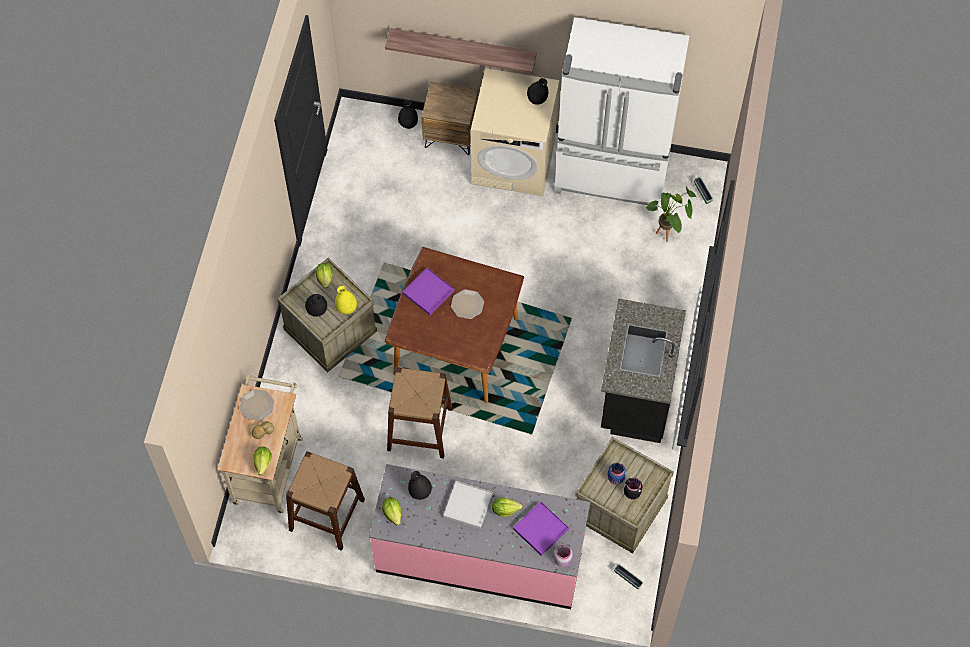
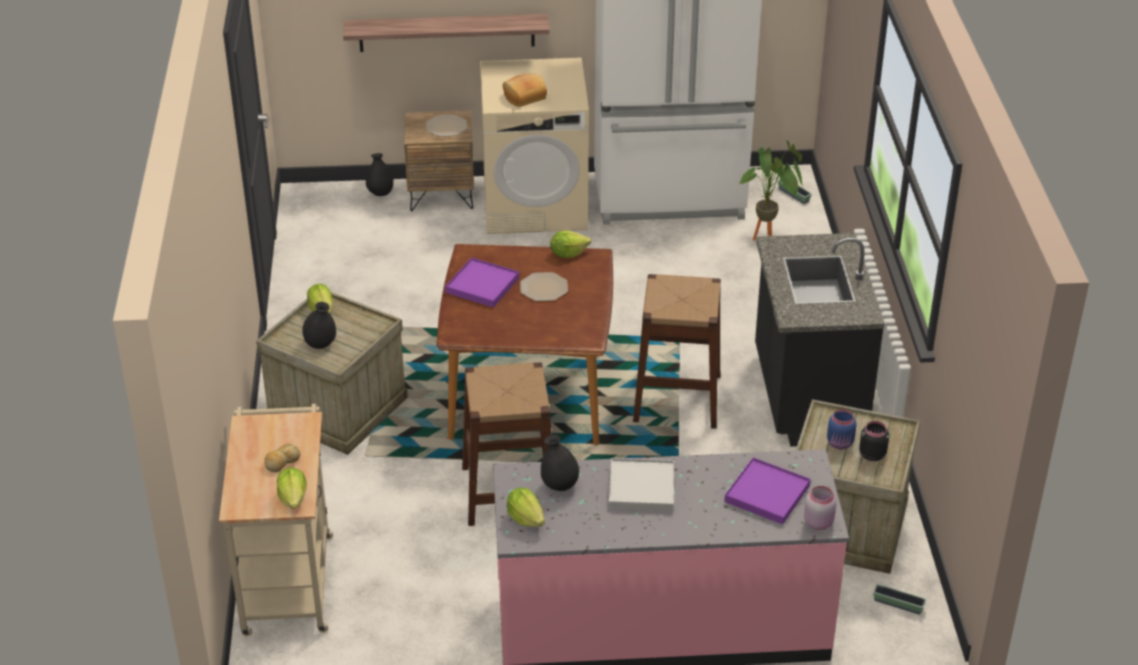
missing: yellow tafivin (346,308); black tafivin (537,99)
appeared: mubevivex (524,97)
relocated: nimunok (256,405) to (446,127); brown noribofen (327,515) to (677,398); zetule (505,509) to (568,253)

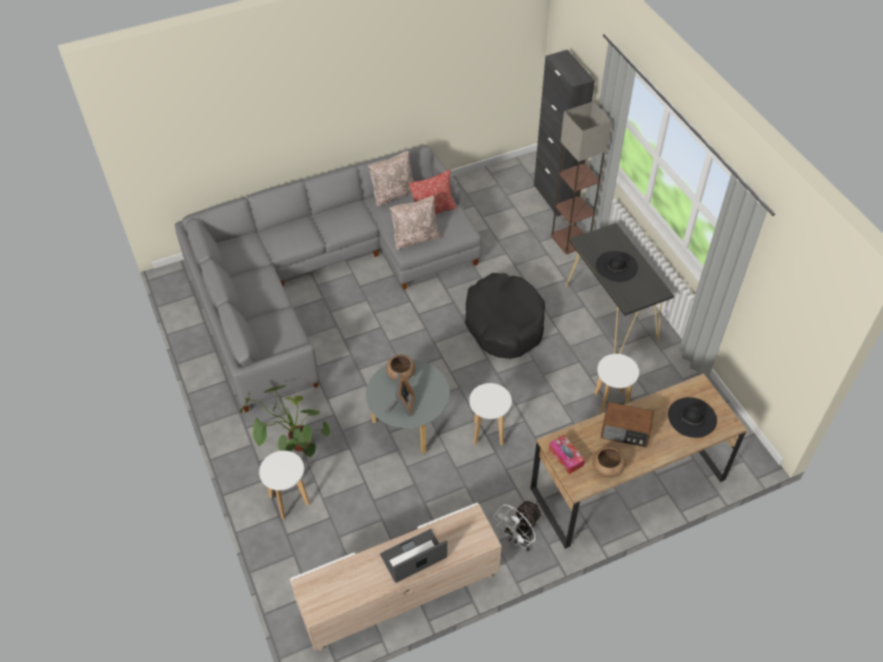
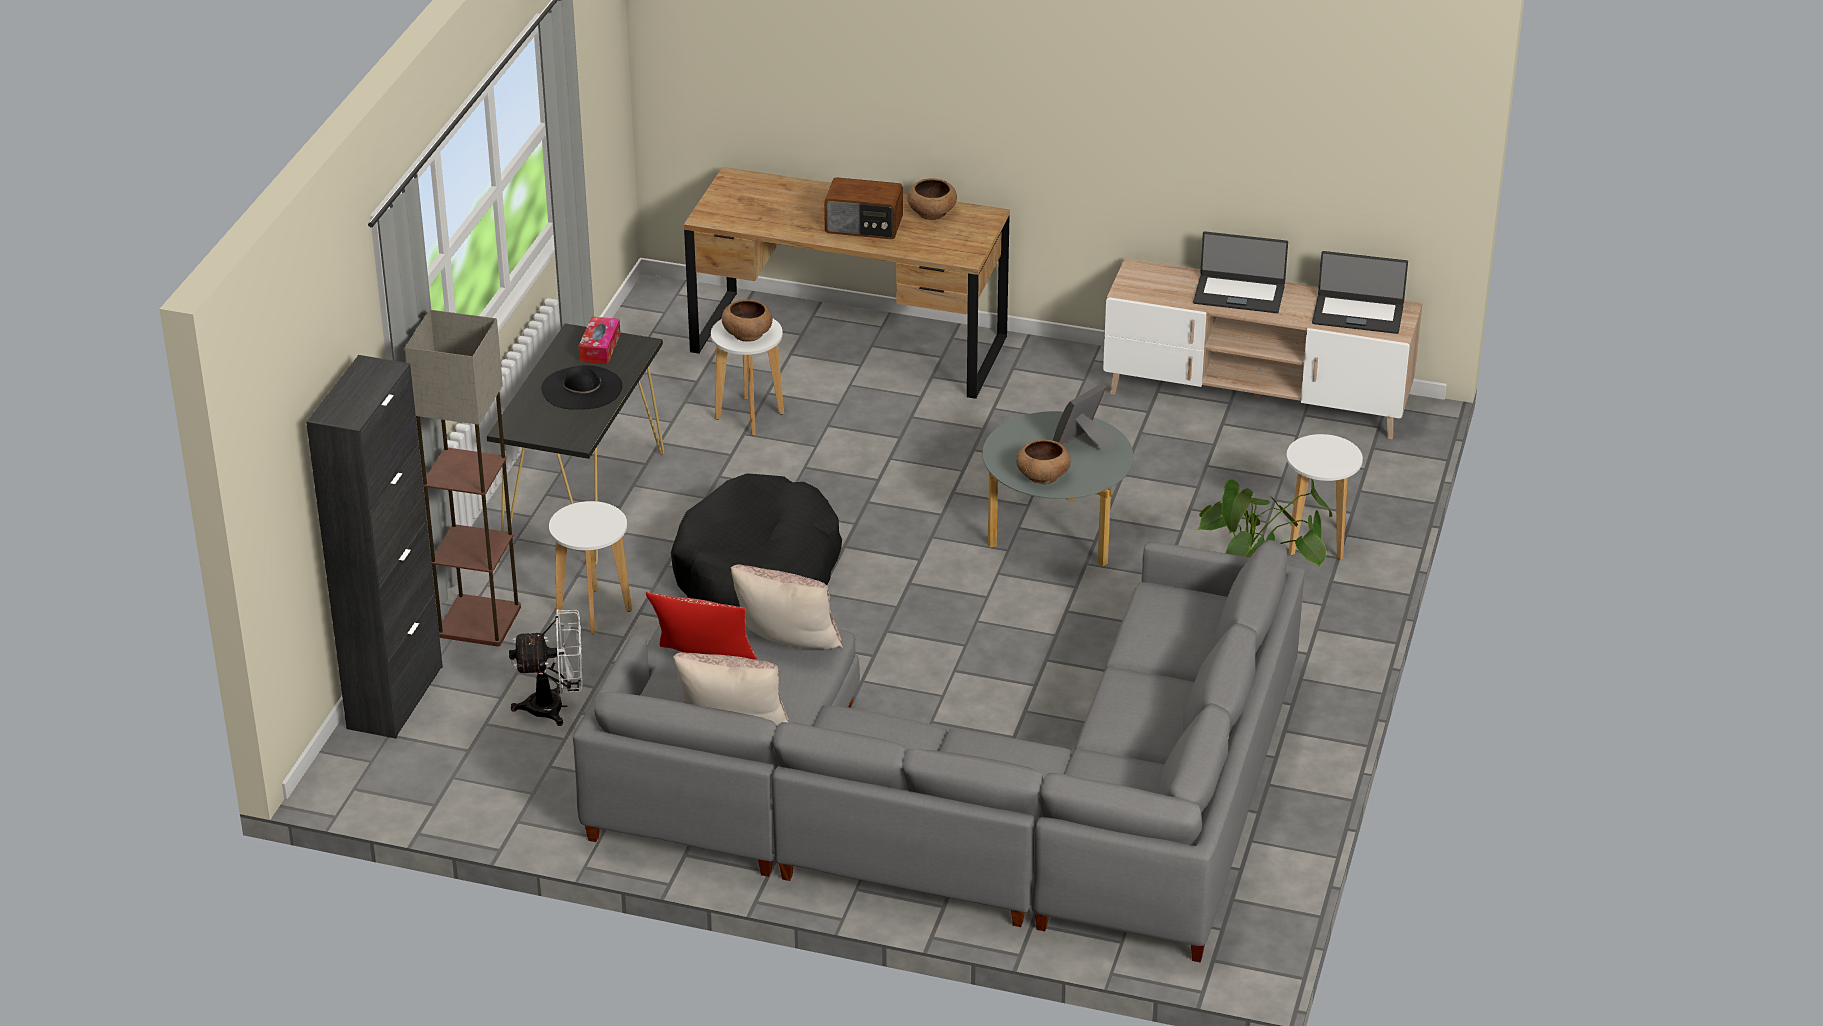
missing: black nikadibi (692,417)
appeared: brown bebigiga (747,333); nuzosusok (1358,314)
relocated: white noribofen (488,433) to (593,611); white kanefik (518,539) to (555,707); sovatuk (566,457) to (600,348)
spun: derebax (625,432) = (864,226) 135 degrees clockwise

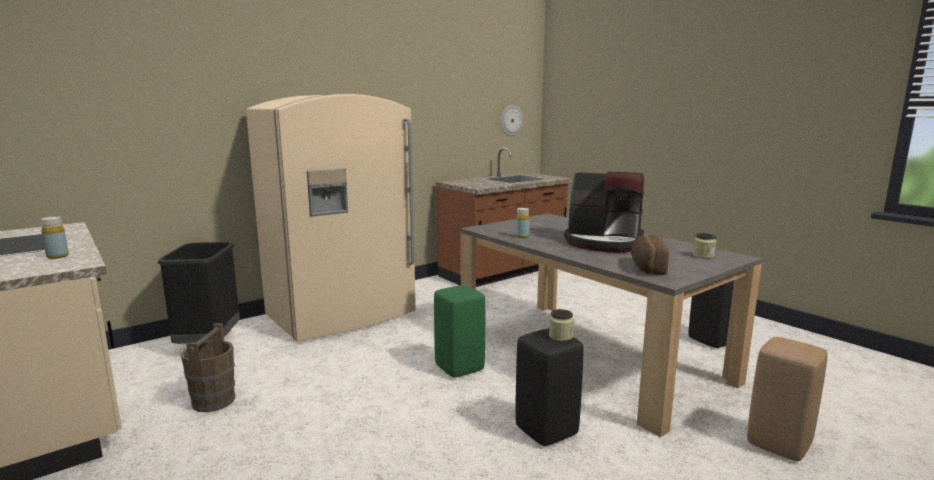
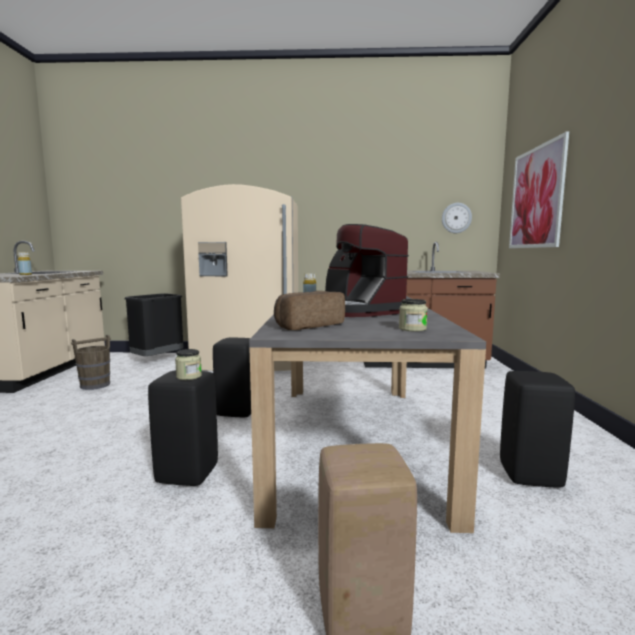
appeared: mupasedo (536,197)
colour: green noribofen (458,368) to black noribofen (237,411)

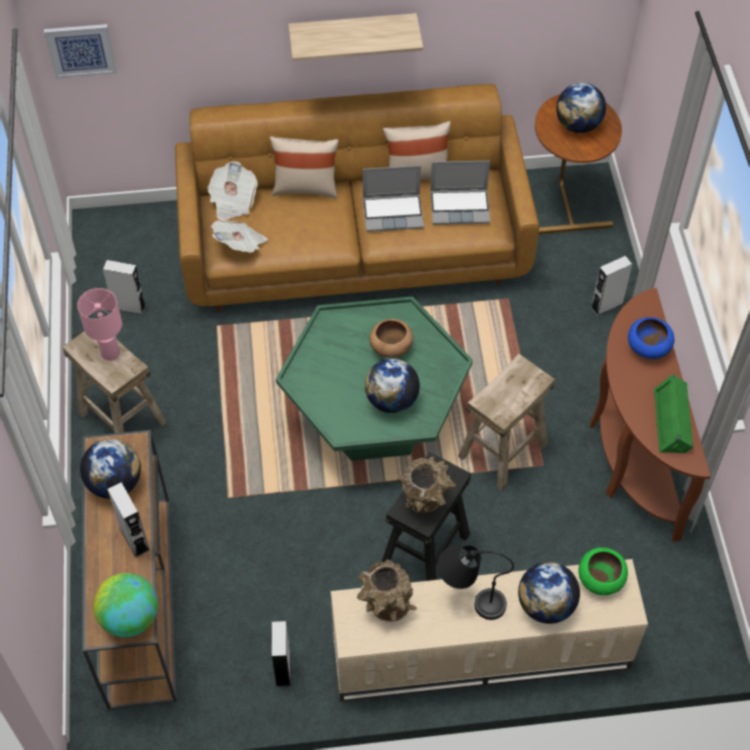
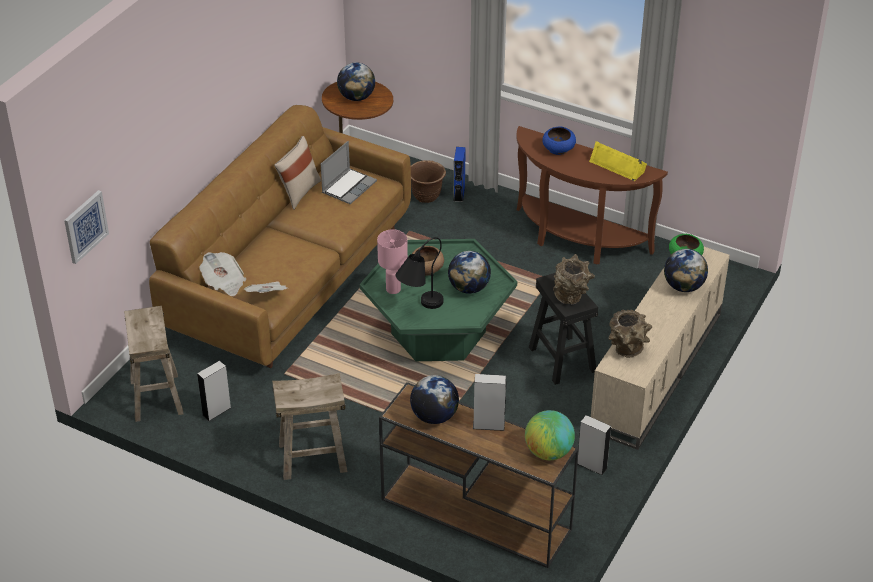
missing: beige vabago (305,187); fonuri (352,33); nuzosusok (393,213)
appeared: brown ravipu (426,196)
relocated: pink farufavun (110,353) to (393,289); black farufavun (469,598) to (419,307); beige noribofen (502,449) to (156,396)
colour: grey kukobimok (606,305) to blue kukobimok (459,194); green kukobimok (673,420) to yellow kukobimok (618,165)

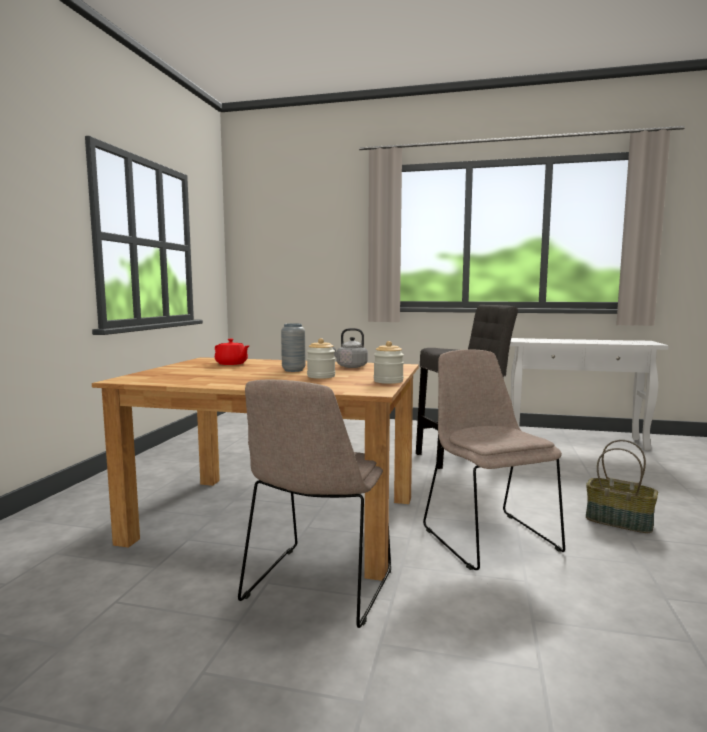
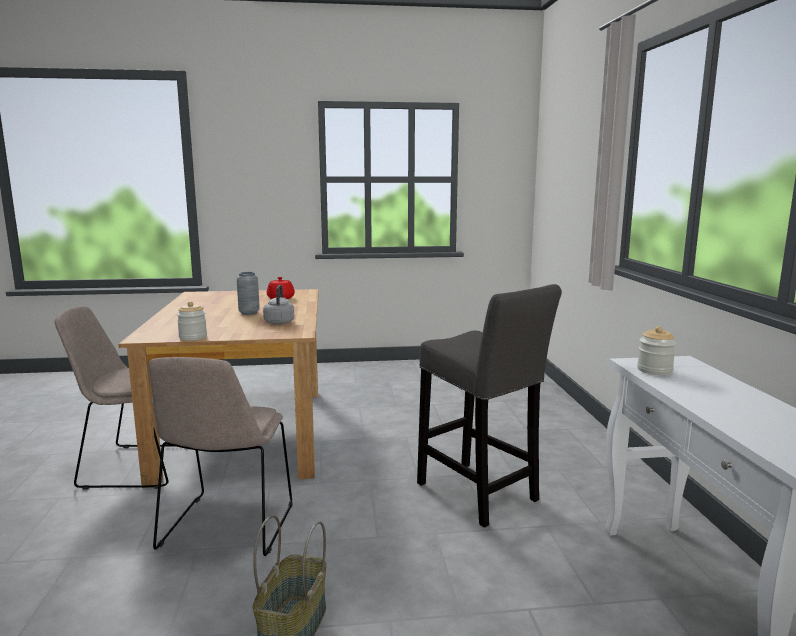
relocated: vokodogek (321,376) to (654,370)
spun: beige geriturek (487,537) = (227,528) 135 degrees clockwise

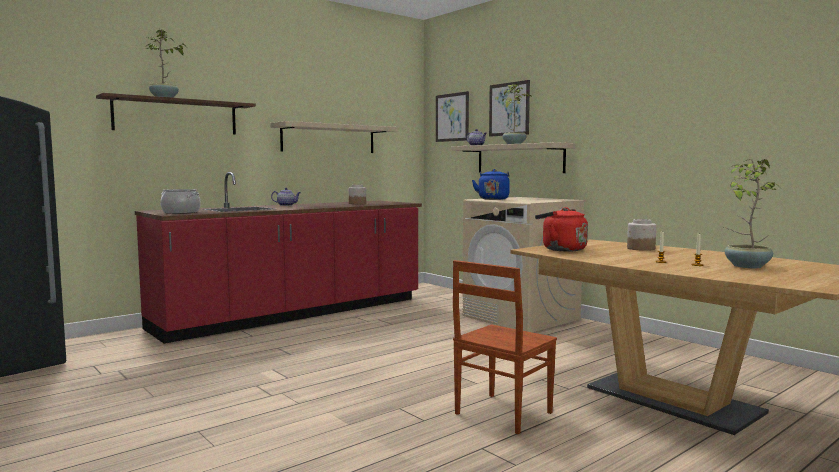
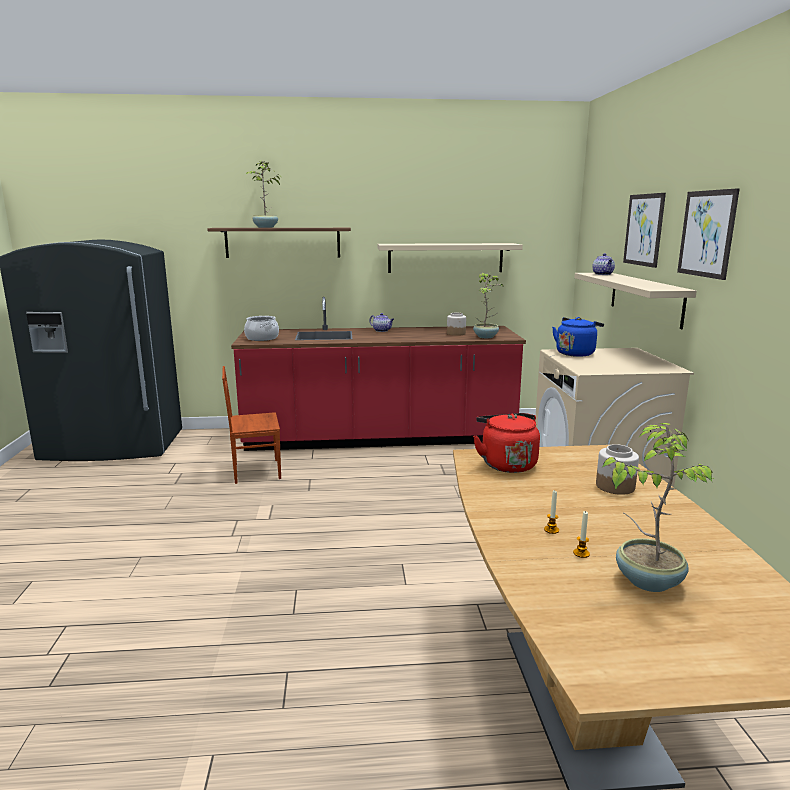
relocated: mupasedo (452,117) to (706,233); brown geriturek (501,413) to (255,471); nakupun (514,144) to (486,337)

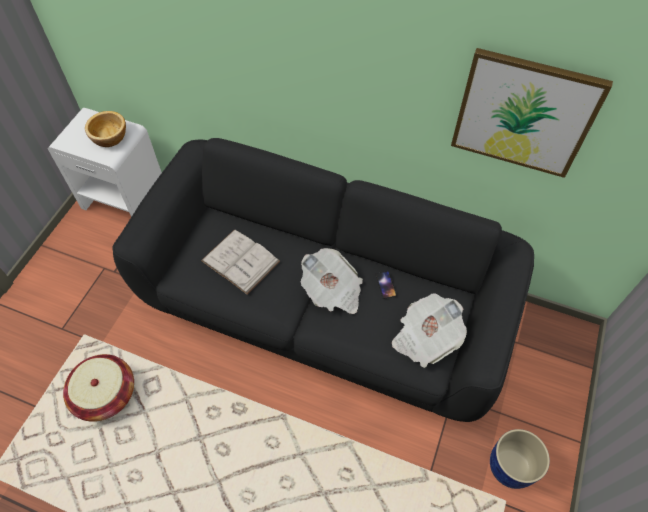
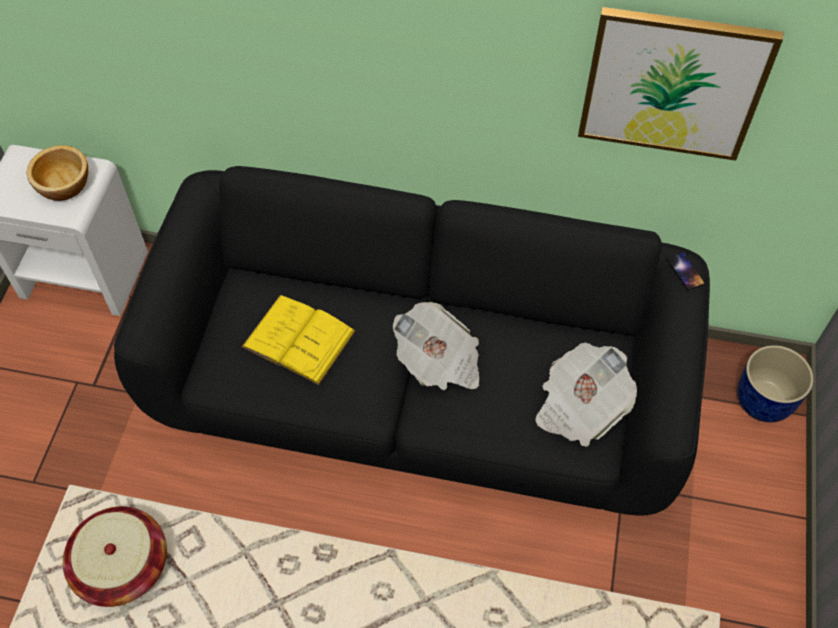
relocated: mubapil (385,285) to (685,271); blue ravipu (511,467) to (764,401)
colour: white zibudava (240,261) to yellow zibudava (298,339)

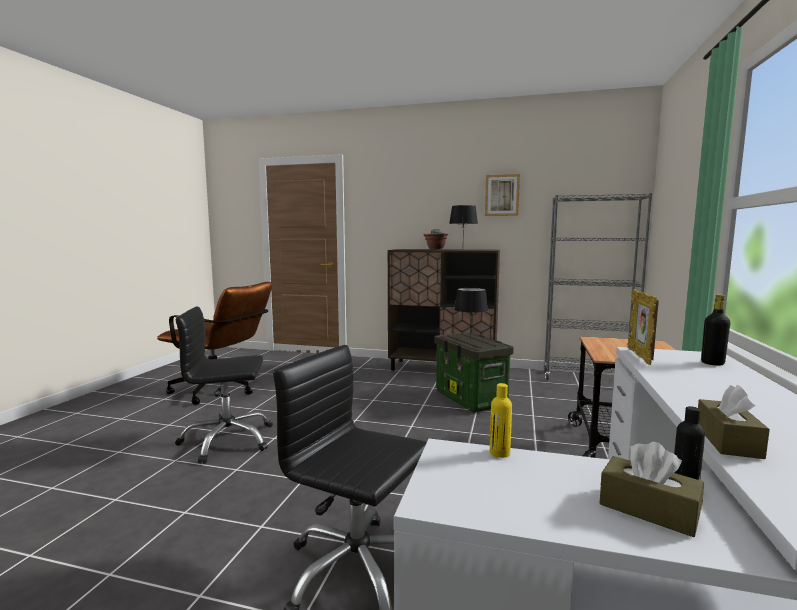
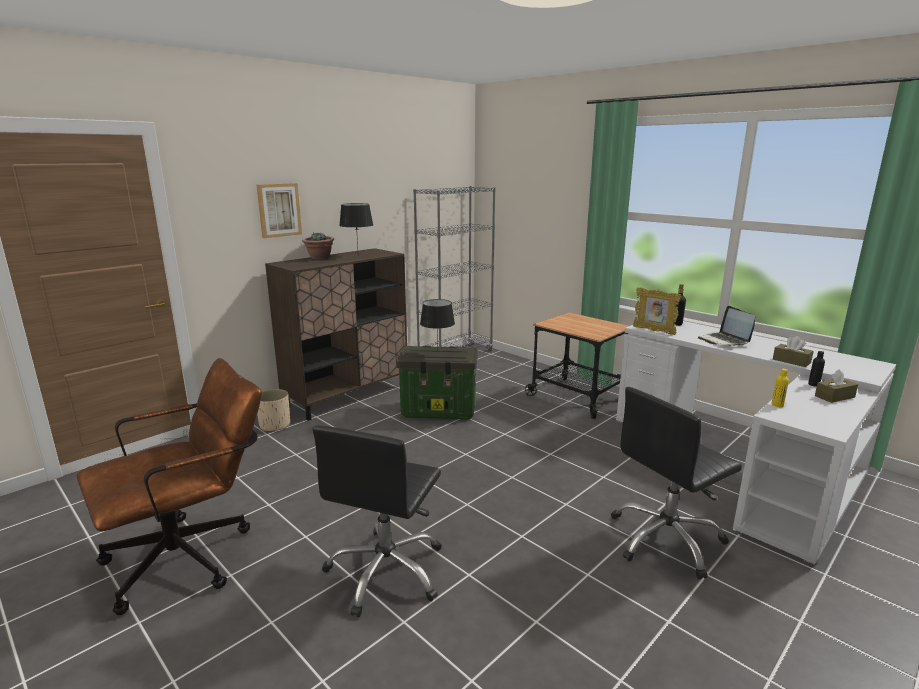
appeared: beige ravipu (275,425); nuzosusok (724,341)
relocated: mupasedo (502,195) to (279,210)

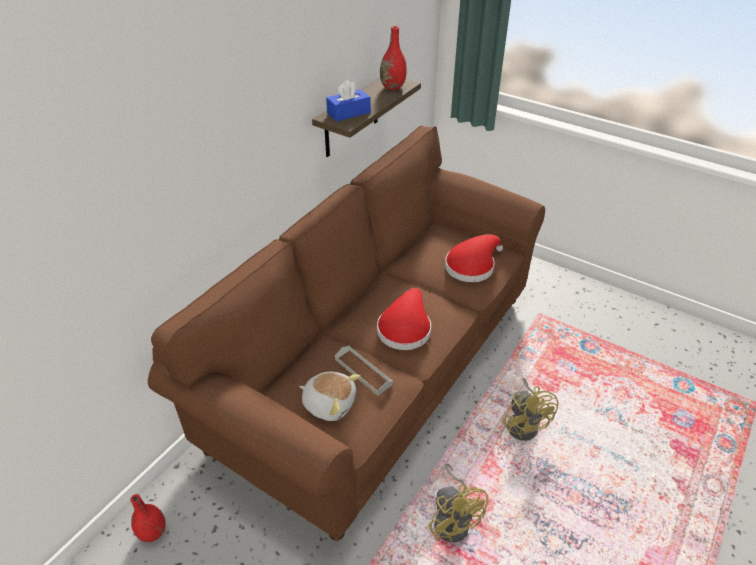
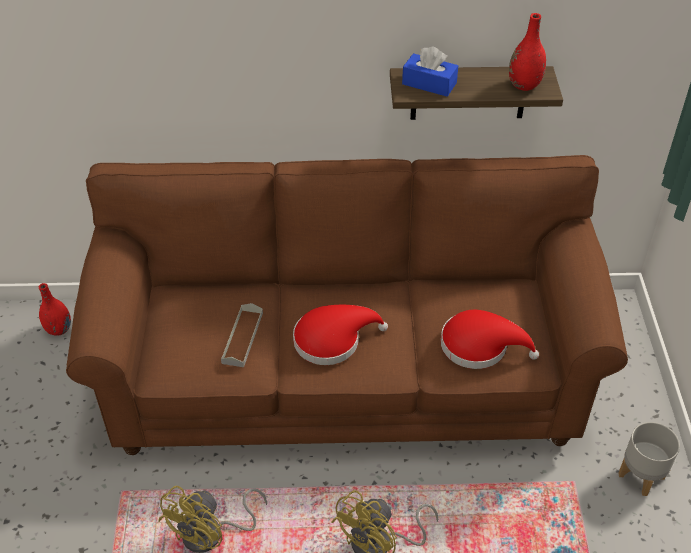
missing: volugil (329,403)
appeared: grey ravipu (640,476)

